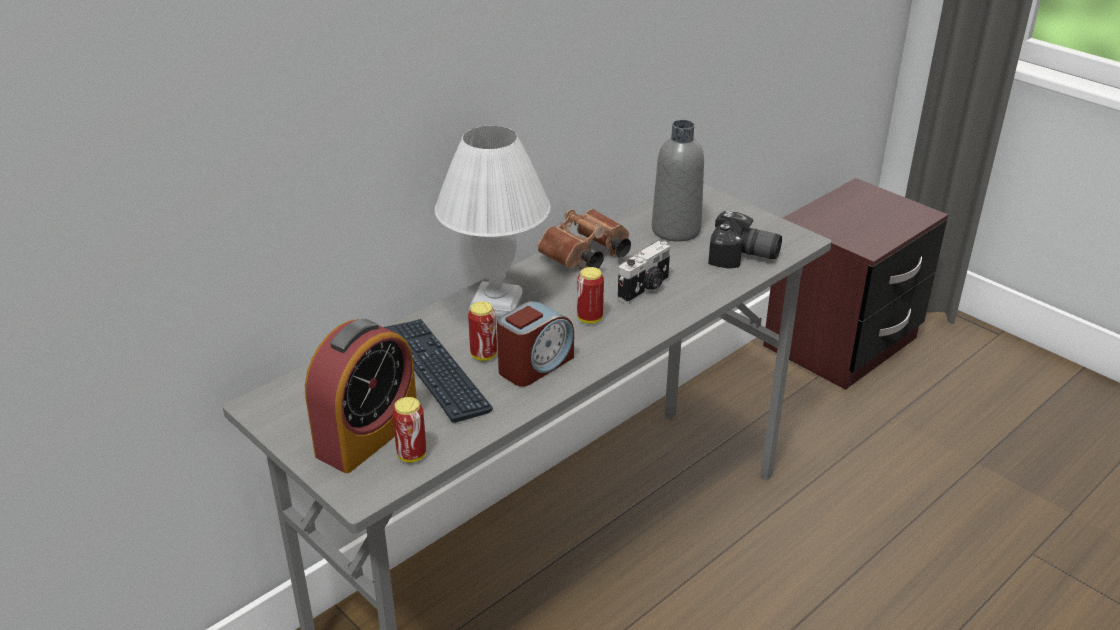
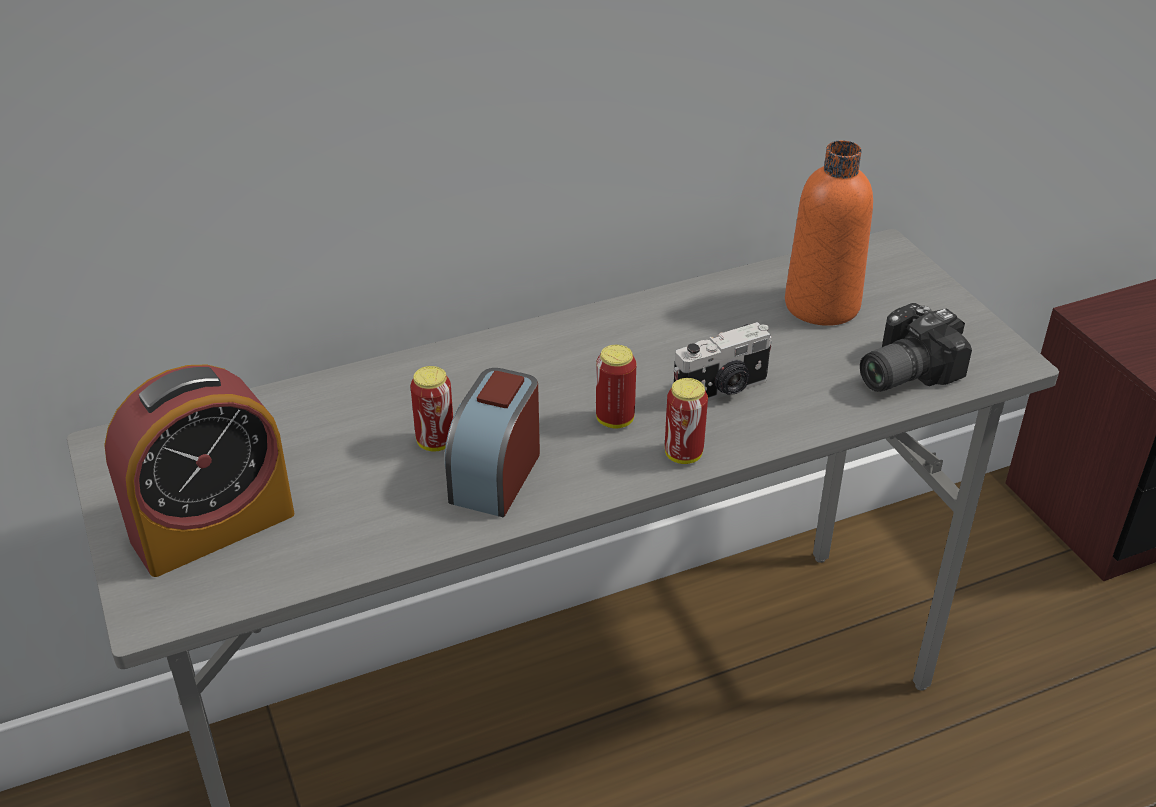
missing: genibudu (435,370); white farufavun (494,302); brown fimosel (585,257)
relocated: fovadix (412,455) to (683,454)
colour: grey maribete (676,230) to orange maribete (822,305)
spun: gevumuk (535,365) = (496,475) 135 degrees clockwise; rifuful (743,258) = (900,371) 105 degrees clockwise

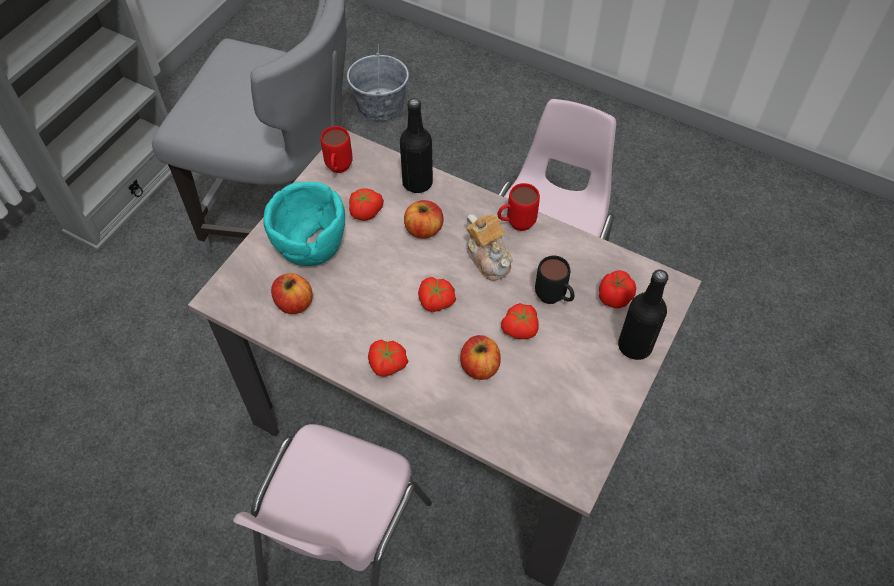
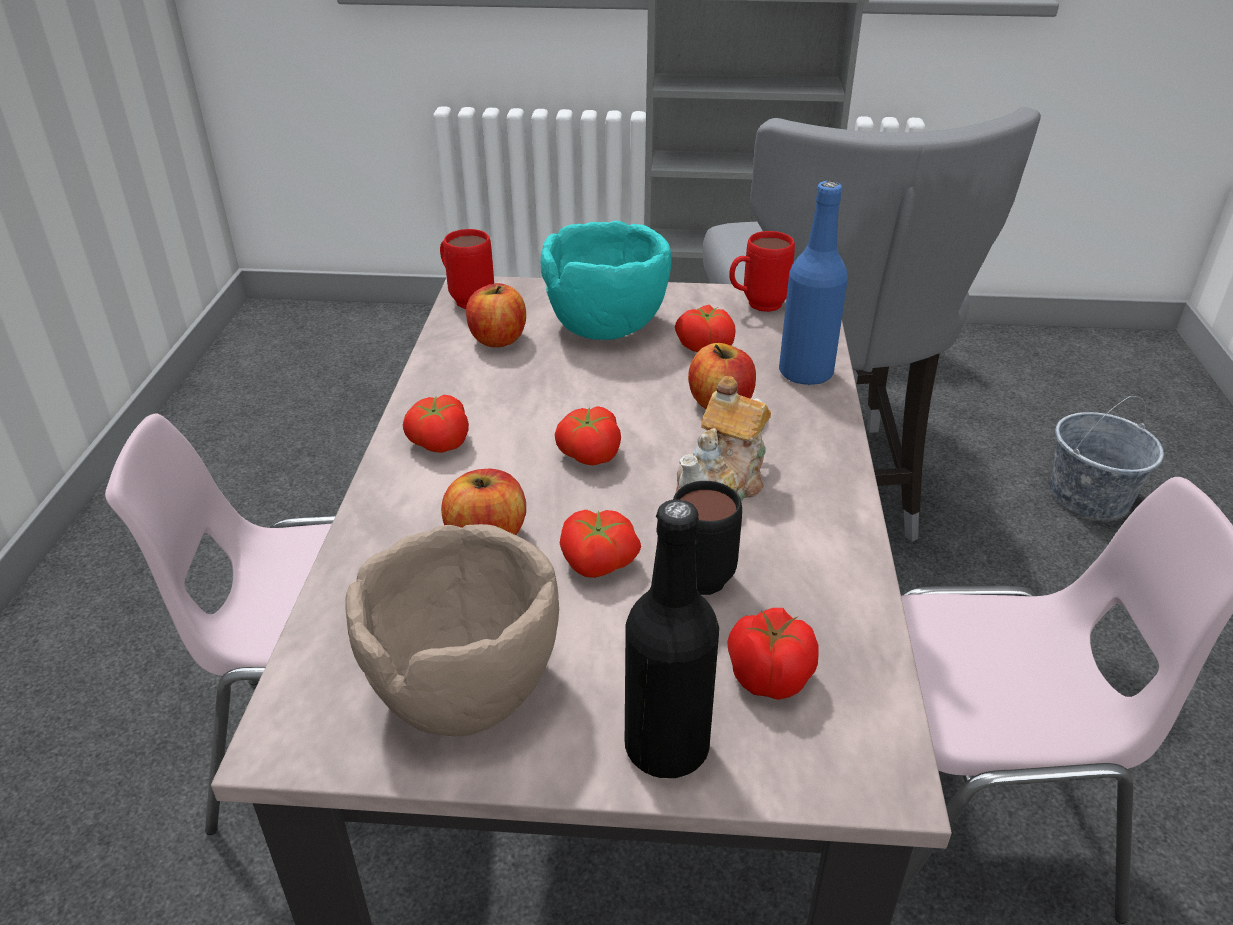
appeared: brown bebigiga (465,684)
relocated: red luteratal (515,224) to (466,299)
colour: black maribete (417,183) to blue maribete (805,373)

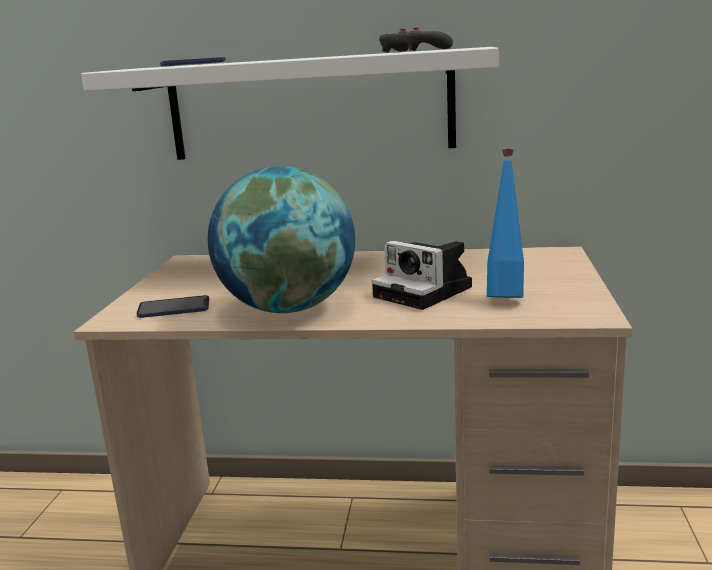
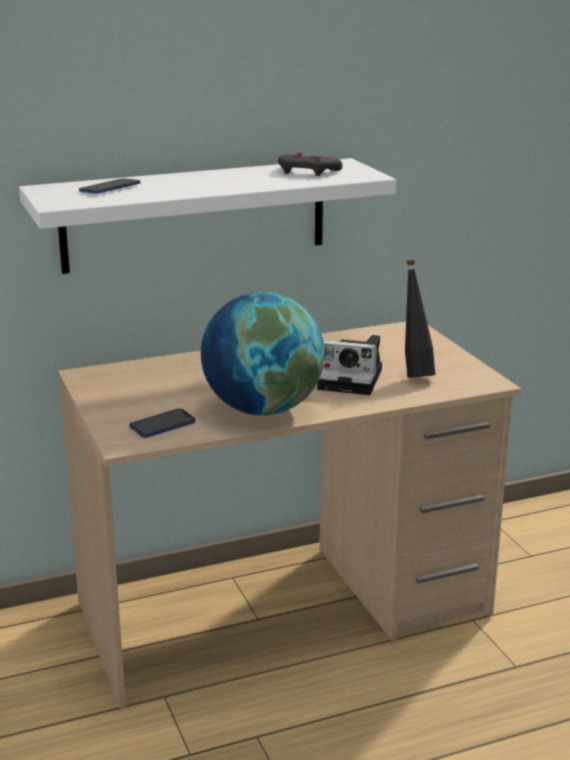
colour: blue maribete (505,296) to black maribete (414,374)

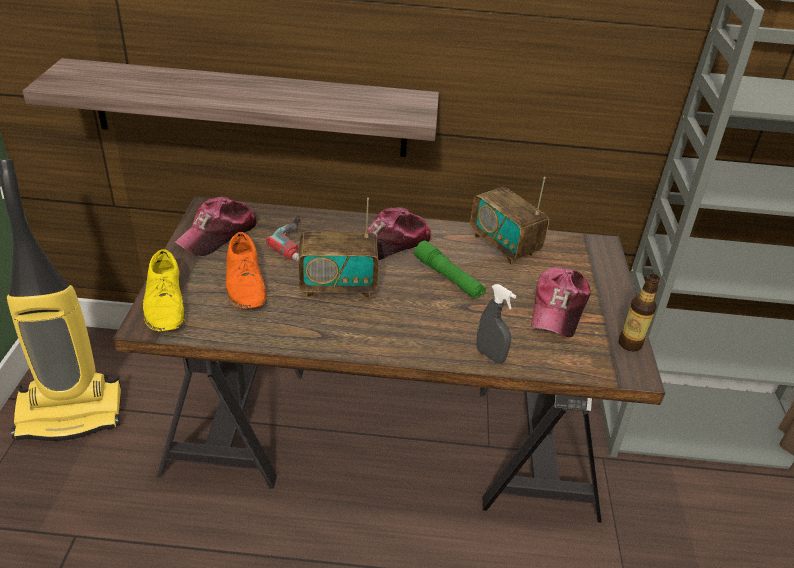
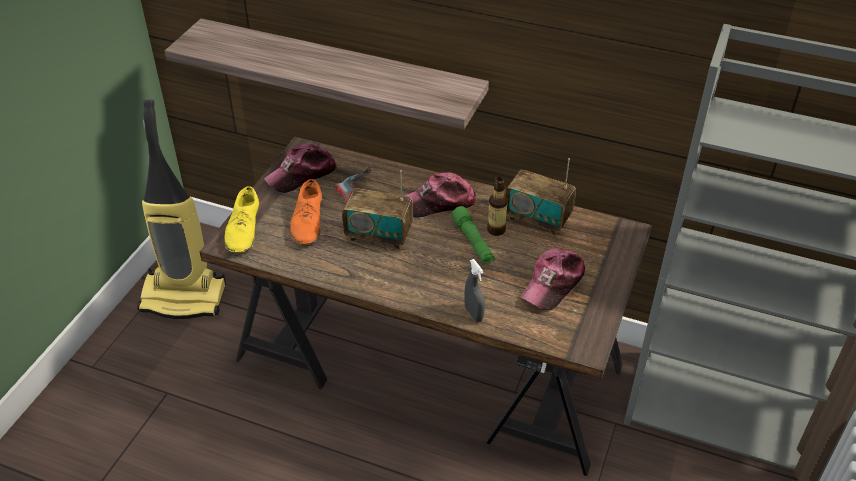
relocated: maribete (630,344) to (496,230)
spun: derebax (504,245) = (537,219) 45 degrees counterclockwise

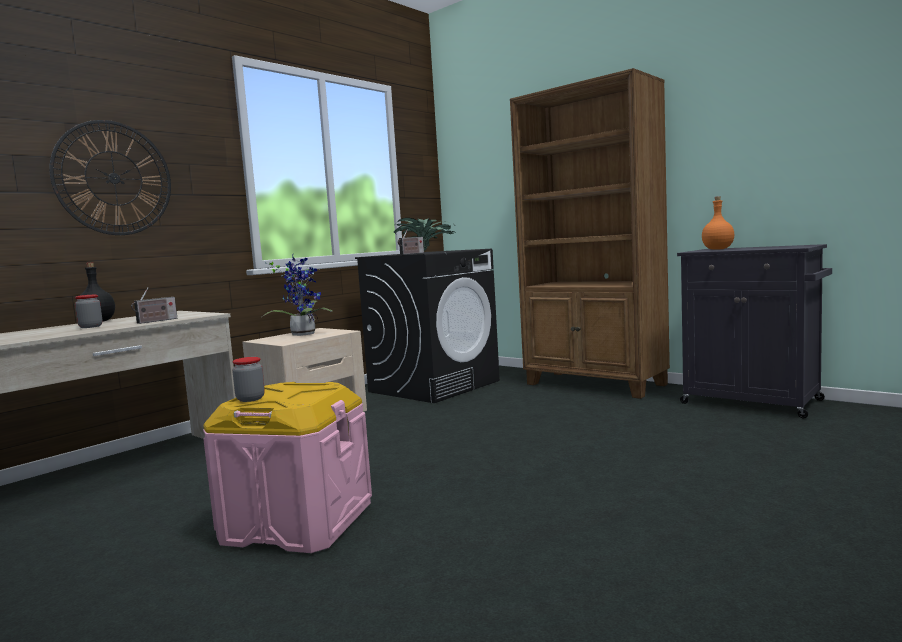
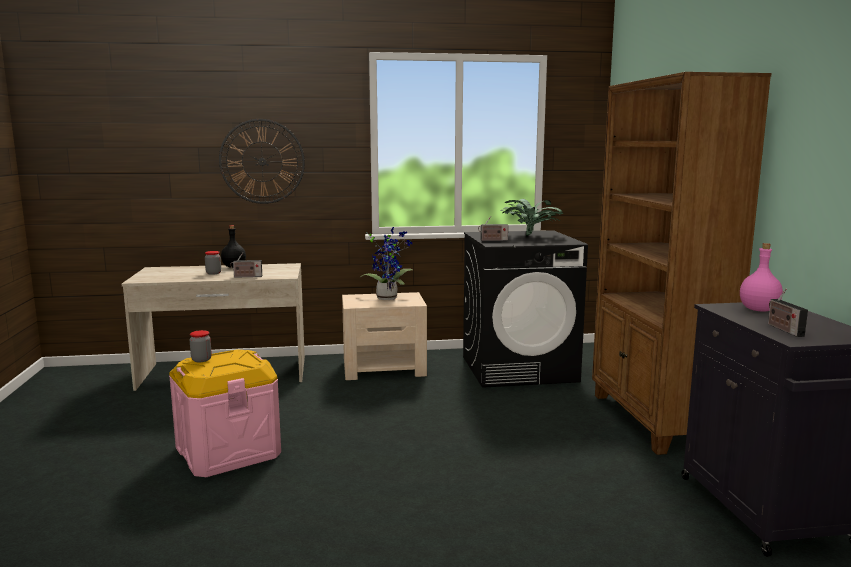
appeared: derebax (783,329)
colour: orange maribete (718,249) to pink maribete (759,310)

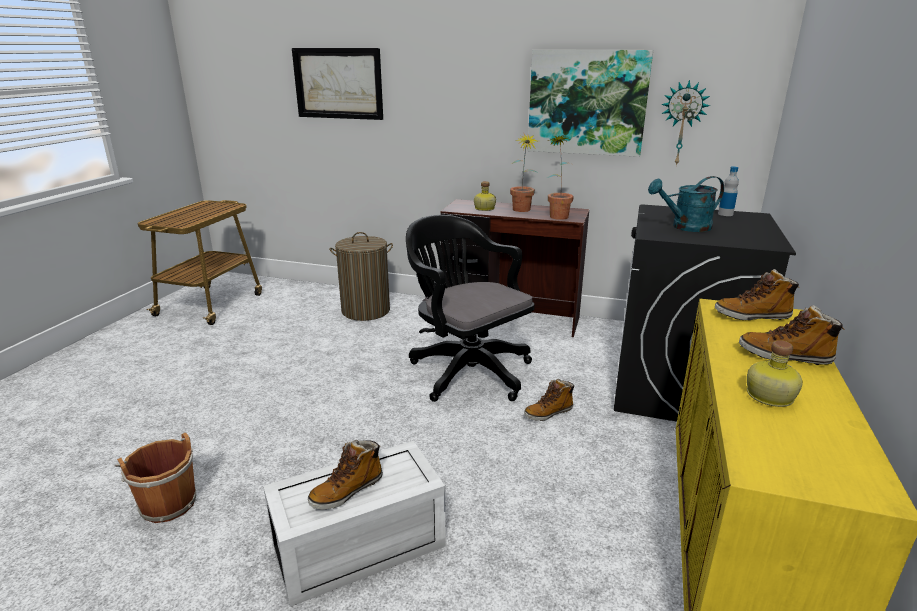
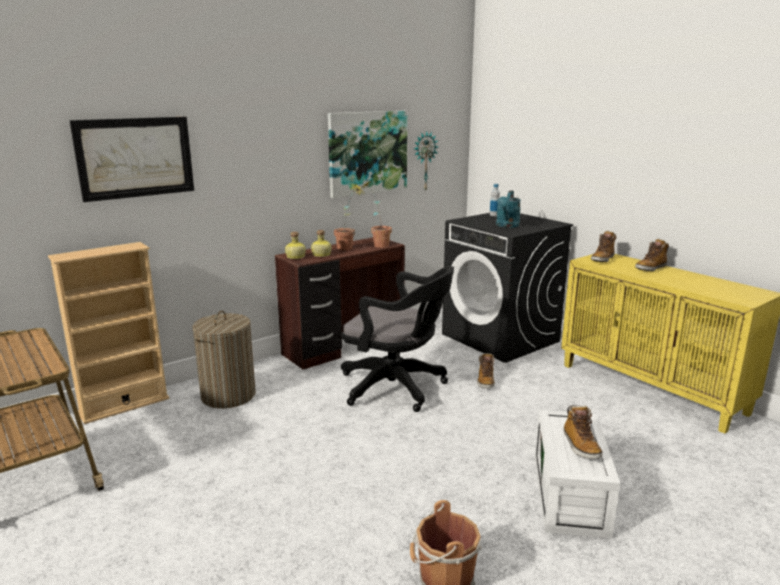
appeared: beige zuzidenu (124,405)
relocated: maribete (768,396) to (295,257)
spun: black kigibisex (466,370) = (397,388) 150 degrees counterclockwise

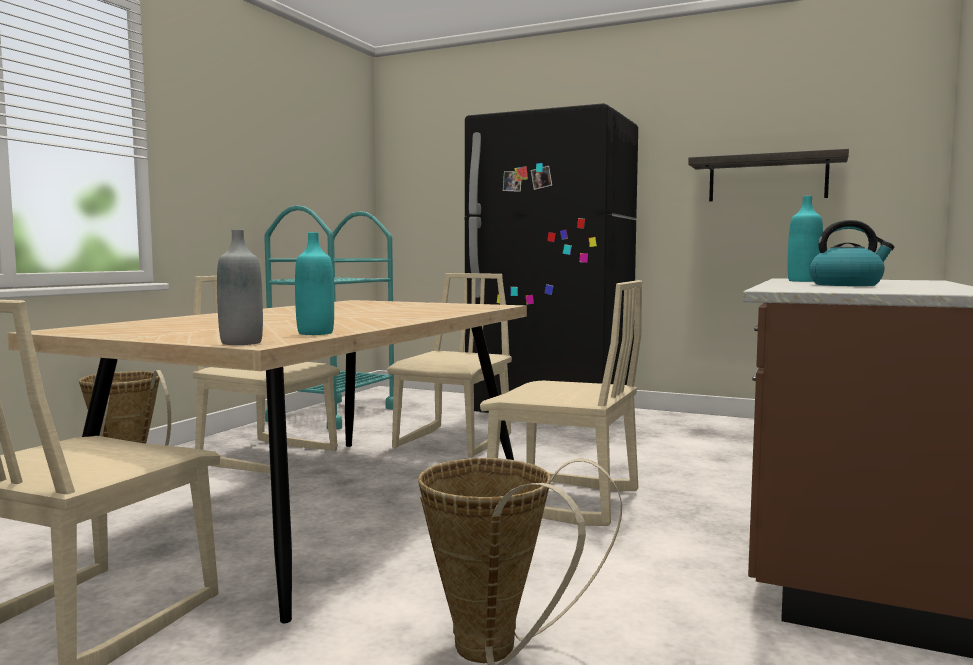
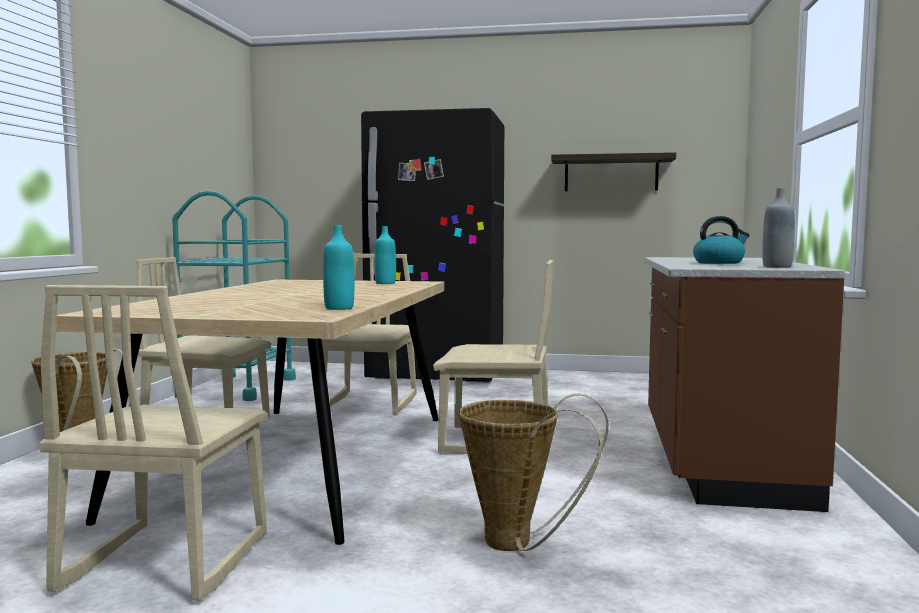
relocated: grey maribete (241,343) to (777,266); turquoise maribete (803,281) to (385,283)

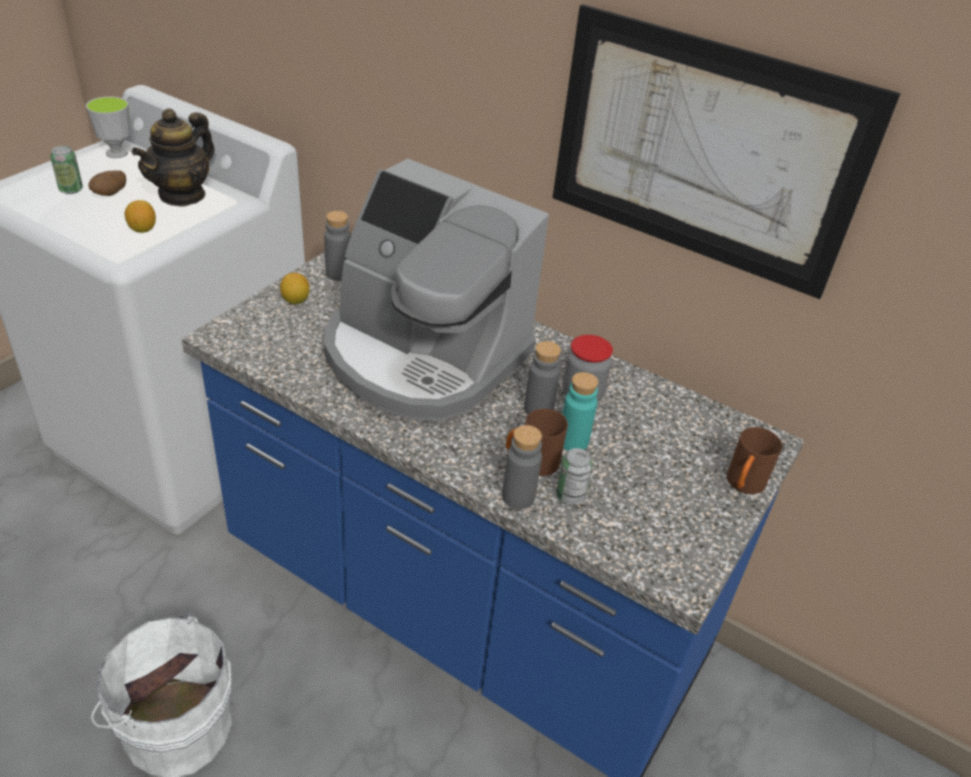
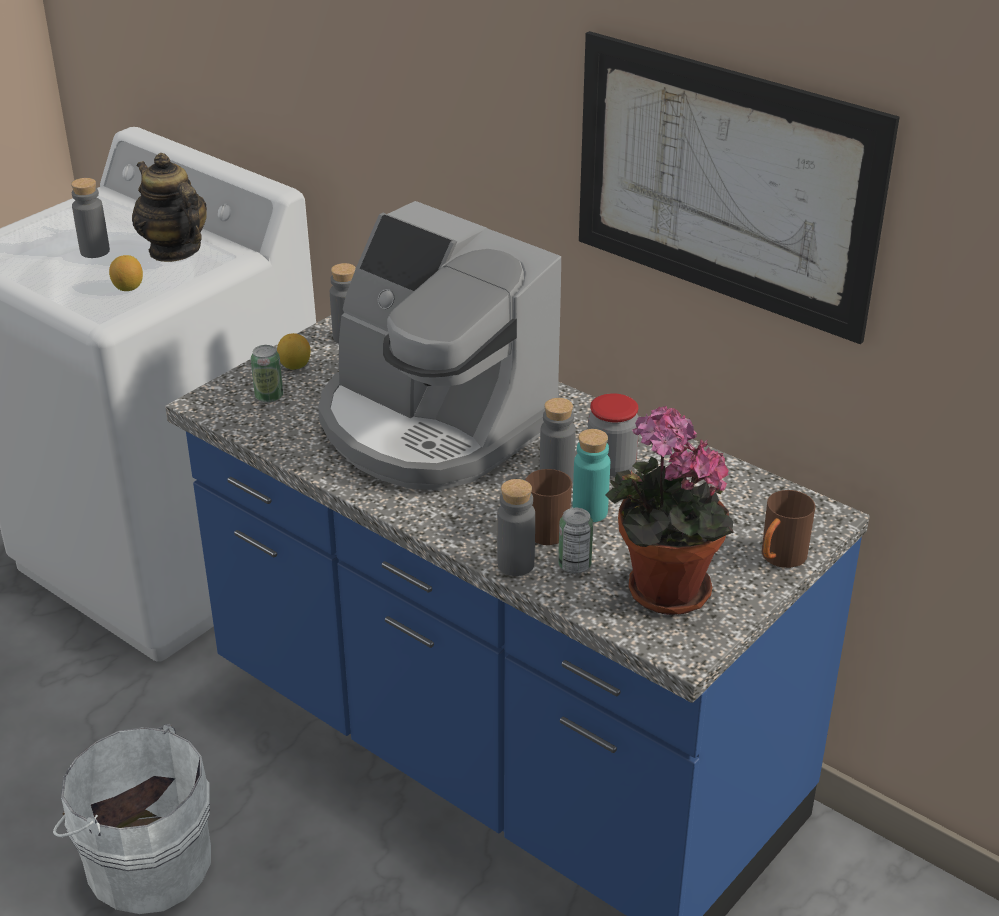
missing: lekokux (117,153)
appeared: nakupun (660,591)
relocated: fovadix (71,189) to (269,396)
exchanged: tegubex (110,195) to grey maribete (95,251)
spun: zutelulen (182,195) = (174,250) 105 degrees clockwise

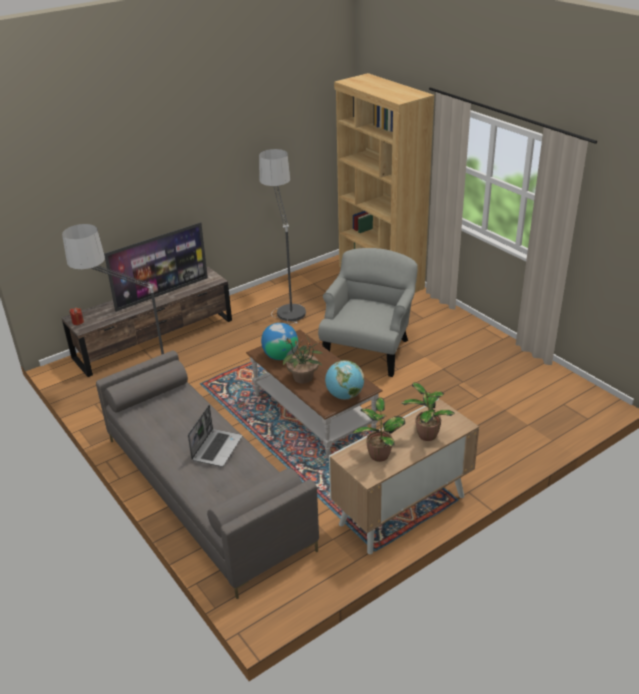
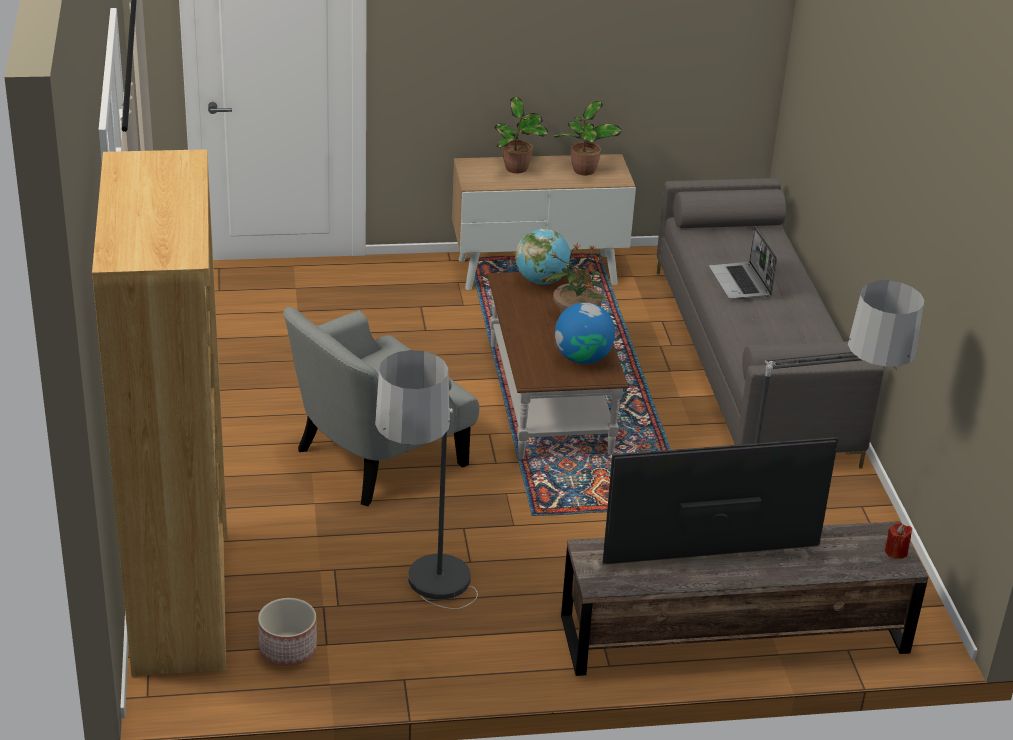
appeared: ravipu (288,649)
spun: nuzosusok (217,448) = (741,283) 60 degrees counterclockwise

